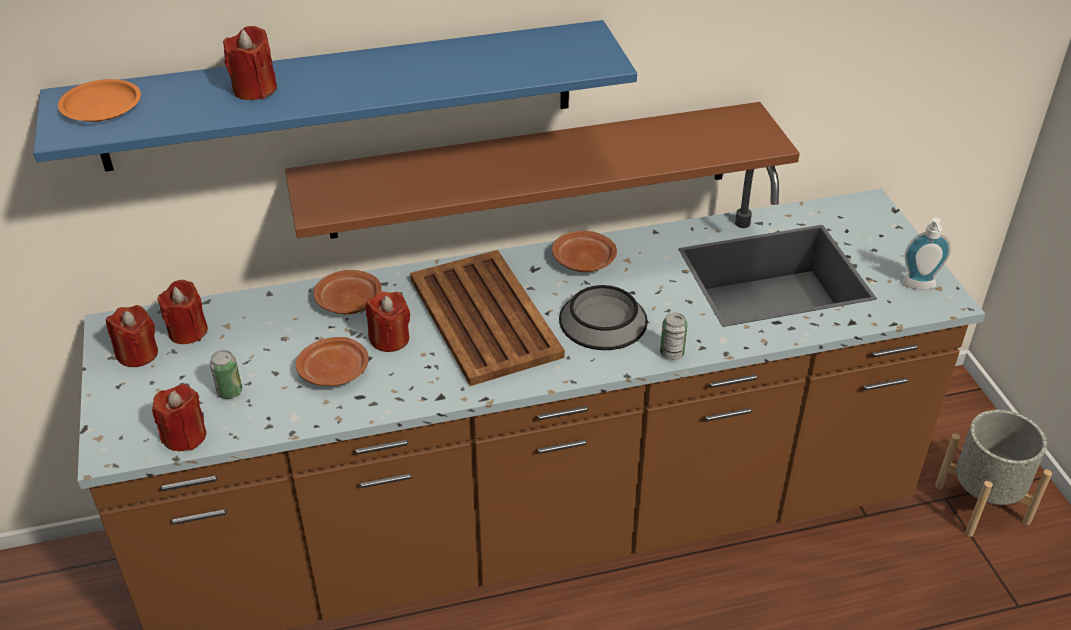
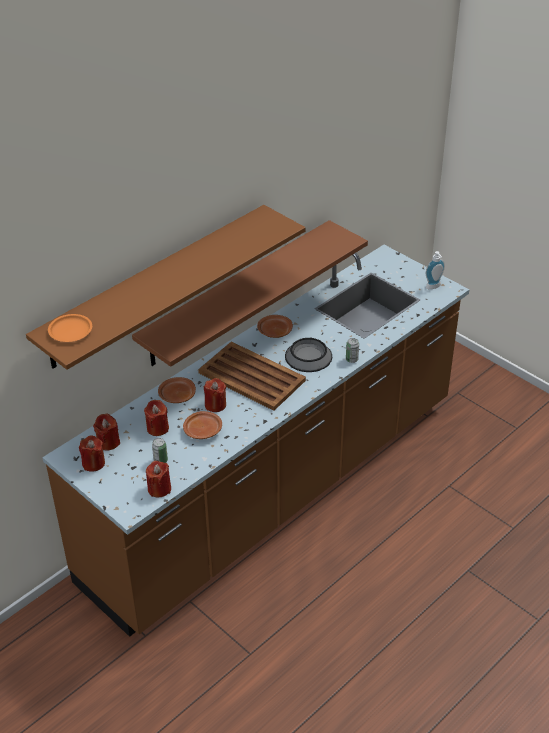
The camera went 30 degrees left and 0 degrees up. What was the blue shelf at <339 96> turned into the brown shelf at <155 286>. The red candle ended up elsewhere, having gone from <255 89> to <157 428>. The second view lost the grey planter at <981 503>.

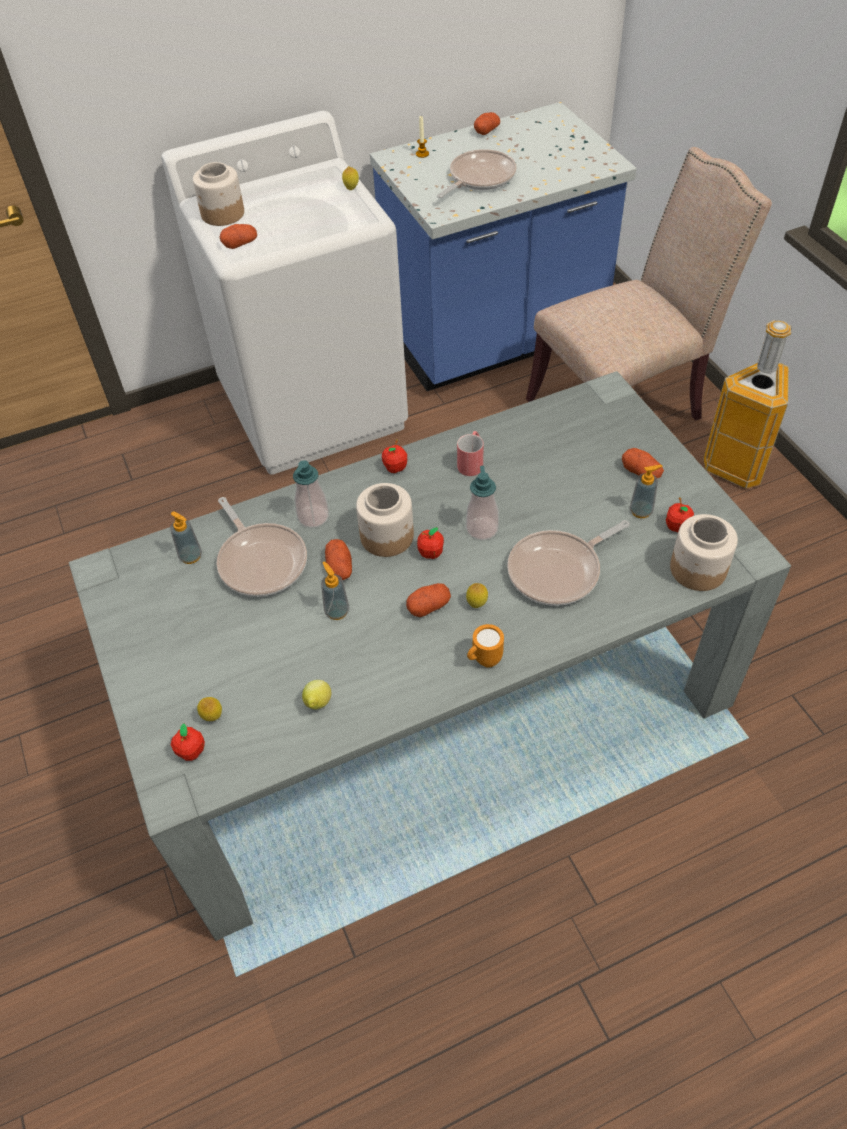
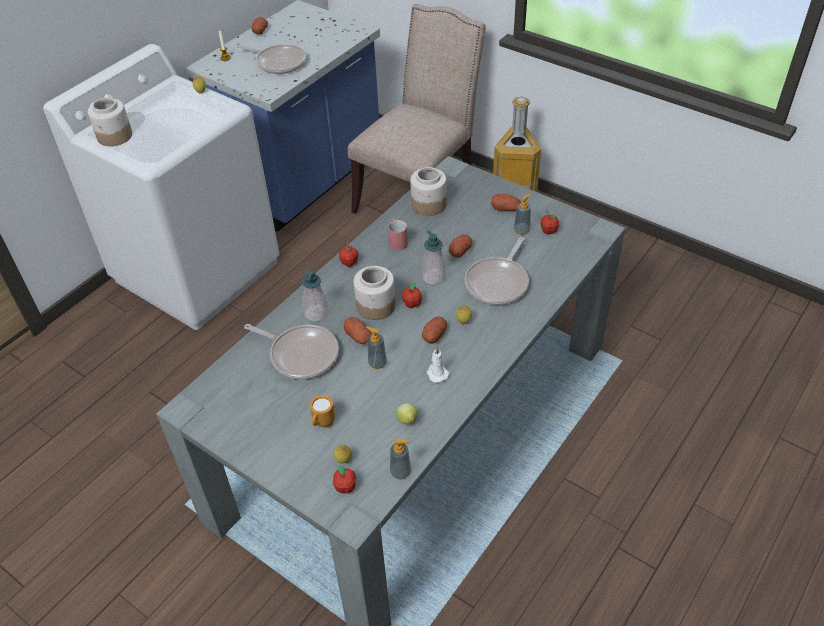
The camera went 30 degrees left and 5 degrees down. The frying pan at <479 178> ended up facing another way, 105 degrees clockwise from before. The potato ended up elsewhere, having gone from <240 244> to <460 251>. The soap dispenser ended up elsewhere, having gone from <191 556> to <400 472>. The jar ended up elsewhere, having gone from <697 568> to <428 204>. The orange mug ended up elsewhere, having gone from <483 661> to <322 424>. The second view gained the white candle at <437 373>.

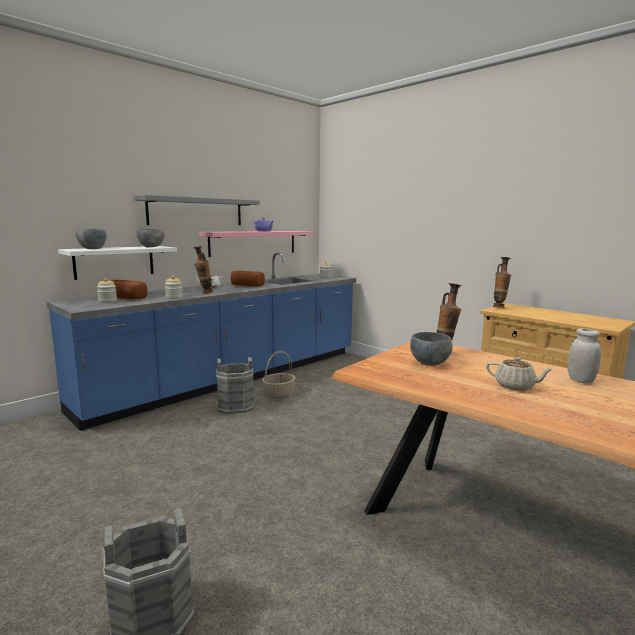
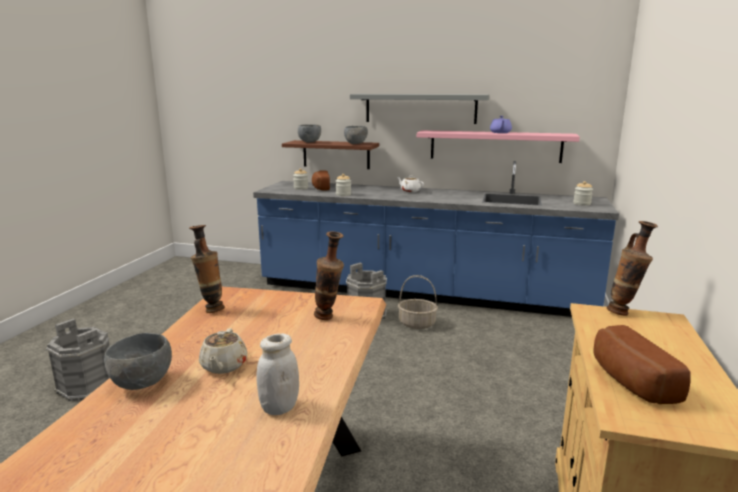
The camera went 60 degrees right and 5 degrees up. What was the white shelf at <114 262> turned into the brown shelf at <336 154>. The vase ended up elsewhere, having gone from <204 293> to <211 309>. The bread ended up elsewhere, having gone from <246 285> to <628 381>. The grey bowl ended up elsewhere, having gone from <429 363> to <143 383>.

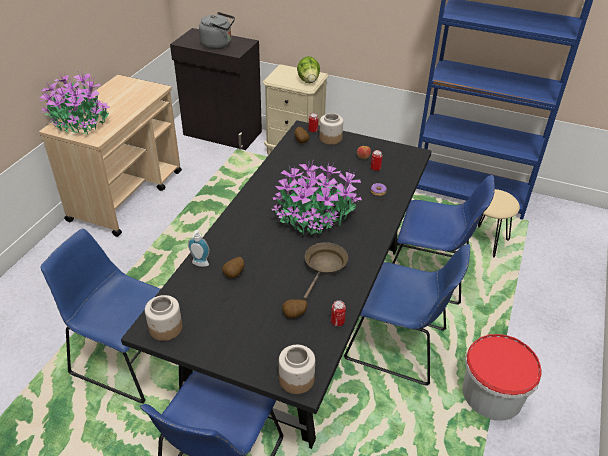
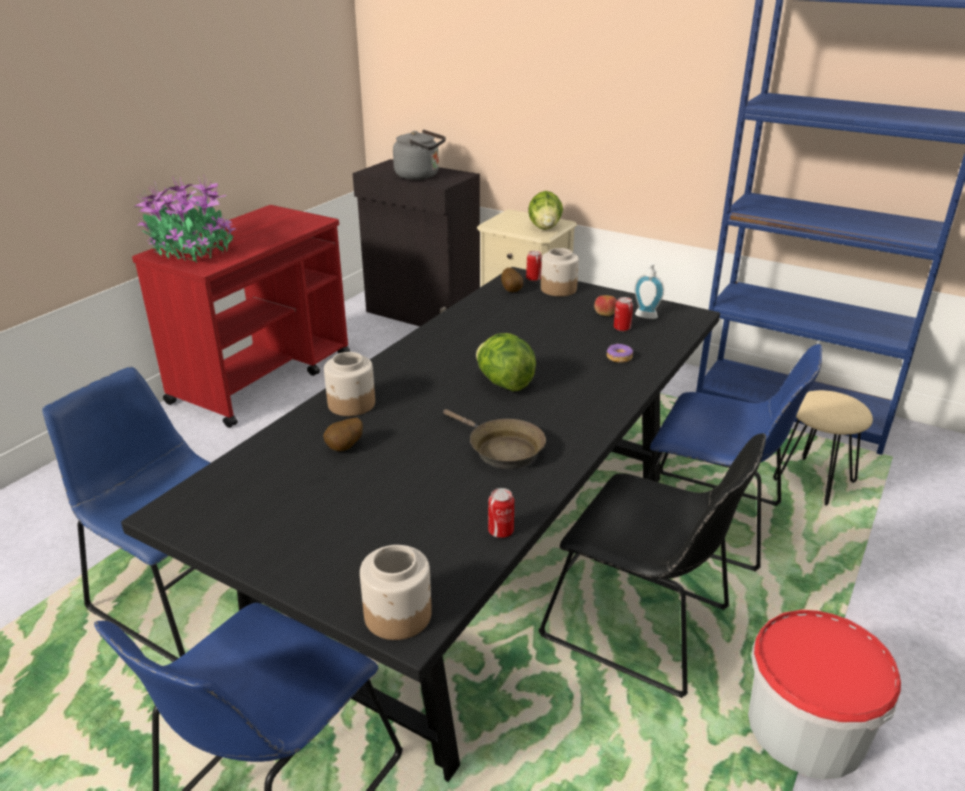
The camera went 10 degrees right and 10 degrees down. What was the beige cart at <127 195> turned into the red cart at <263 377>. Where the potted plant stood at <314 218>, the lettuce came to stand at <504 383>. The soap dispenser ended up elsewhere, having gone from <199 265> to <645 317>. The brown frying pan at <324 266> ended up facing another way, 105 degrees clockwise from before. What was the blue chair at <400 346> turned into the black chair at <643 627>. The jar ended up elsewhere, having gone from <165 328> to <351 404>. The second view lost the potato at <294 315>.

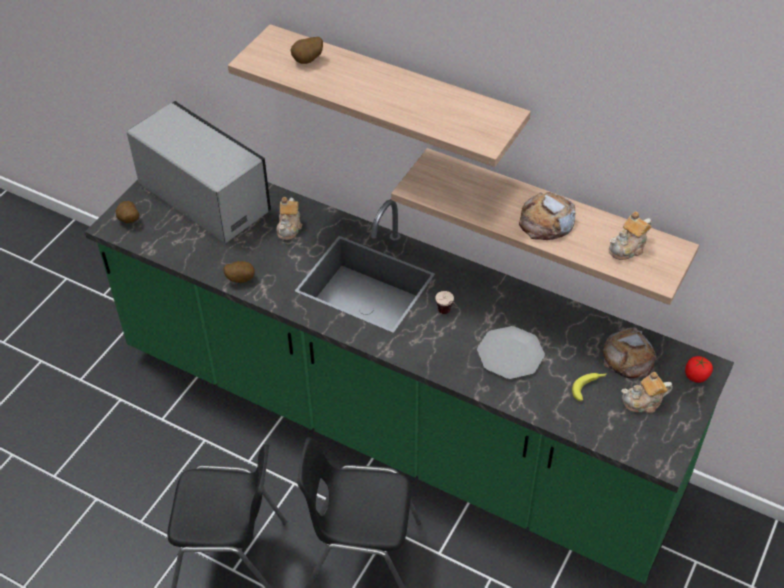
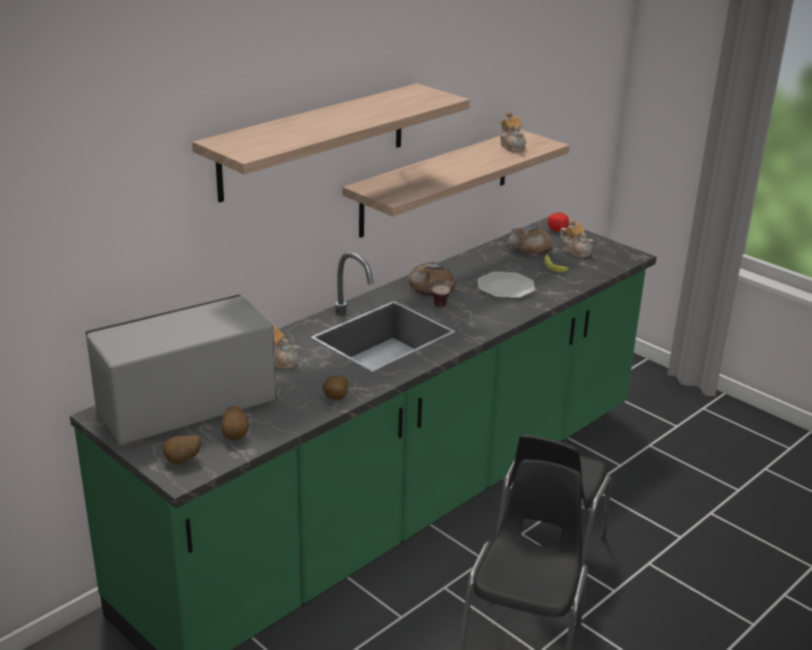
The camera went 75 degrees left and 20 degrees down. The potato ended up elsewhere, having gone from <308 61> to <236 436>. The bread ended up elsewhere, having gone from <546 221> to <431 286>. The teapot at <643 402> ended up facing another way, 45 degrees counterclockwise from before.

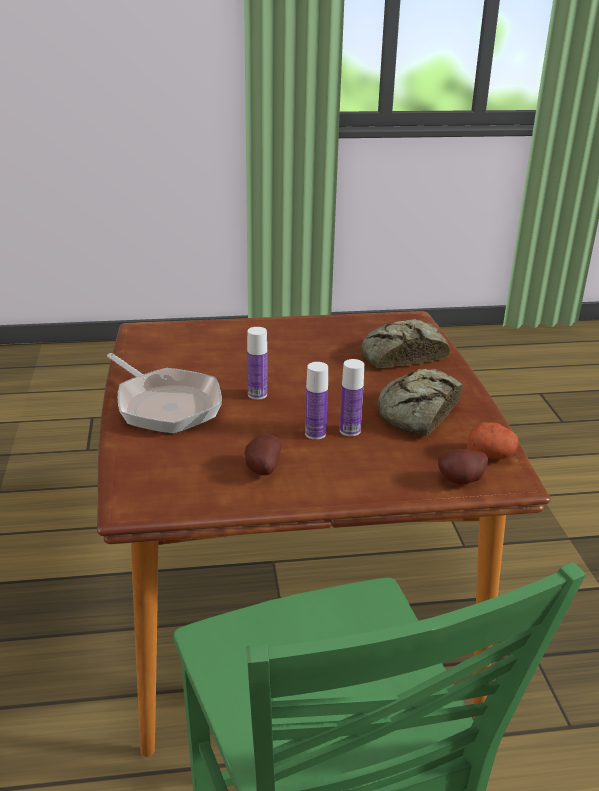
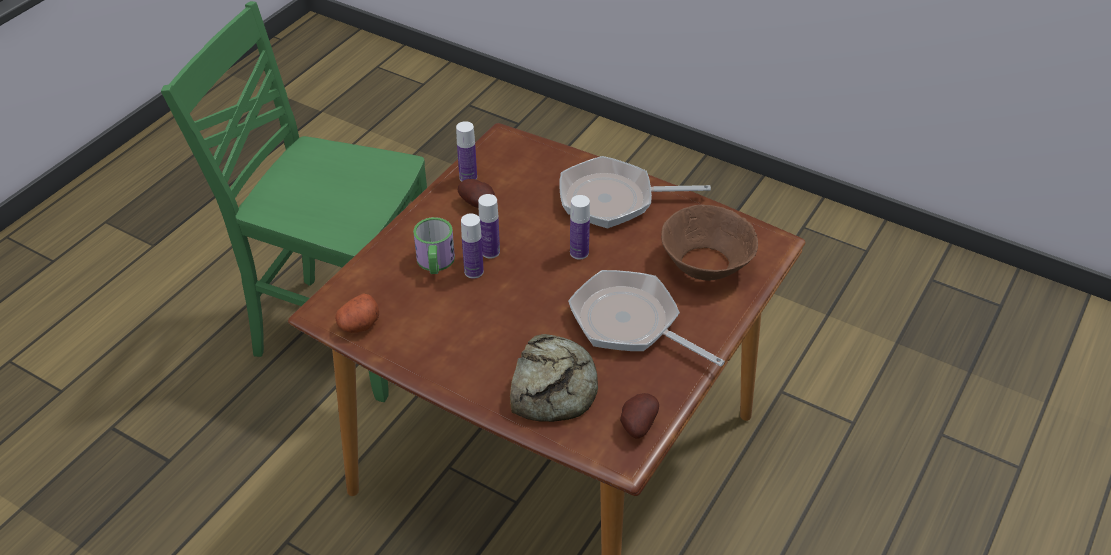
The camera went 130 degrees right and 15 degrees up. The second view lost the bread at <418 412>. The potato ended up elsewhere, having gone from <462 482> to <636 425>. The second view gained the bottle at <468 178>. The second view gained the brown bowl at <706 265>. The second view gained the mug at <435 263>. The second view gained the frying pan at <630 323>.

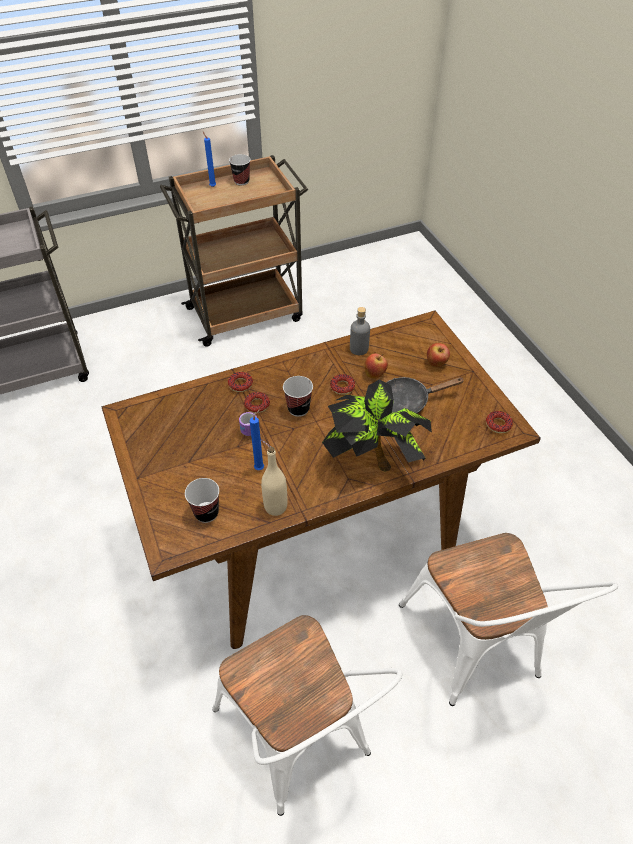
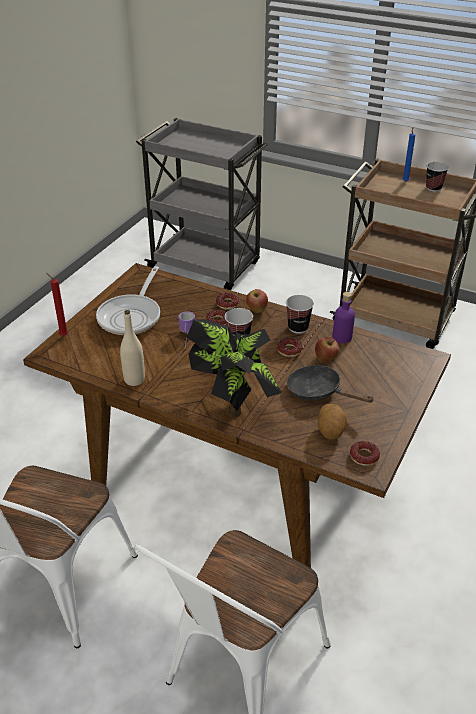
The camera went 50 degrees right and 10 degrees down. What was the grey bottle at <359 349> turned into the purple bottle at <342 337>. The apple ended up elsewhere, having gone from <436 363> to <256 310>. The second view lost the blue candle at <260 468>. The cup ended up elsewhere, having gone from <206 513> to <298 327>. The second view gained the frying pan at <132 316>. The second view gained the red candle at <62 335>. The second view gained the potato at <331 431>.

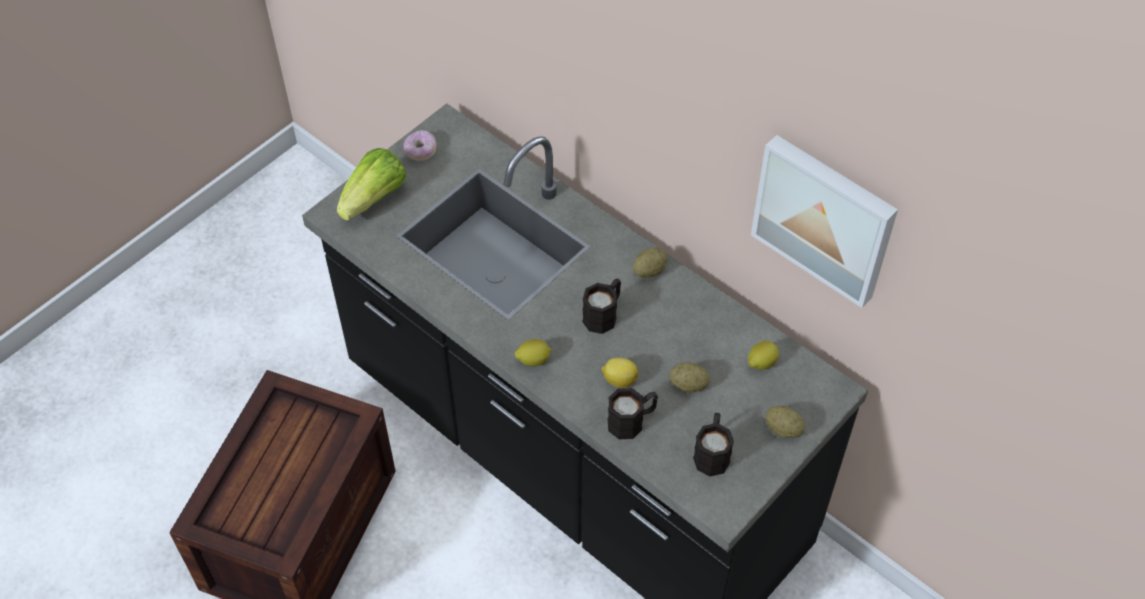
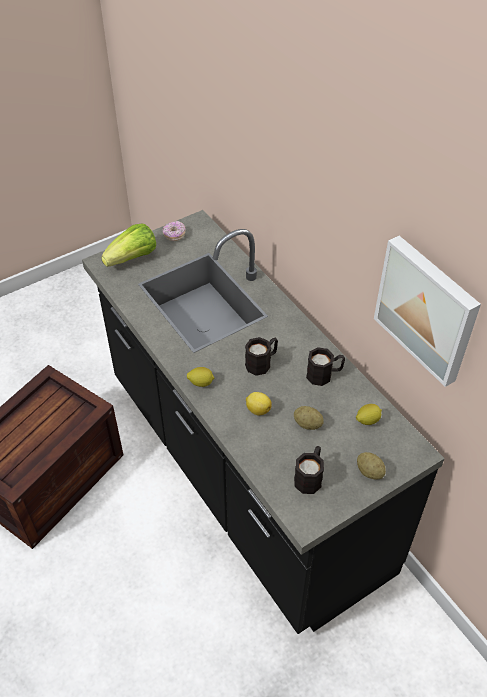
The camera went 15 degrees right and 5 degrees down. The second view lost the potato at <649 271>. The black mug ended up elsewhere, having gone from <632 421> to <324 375>.

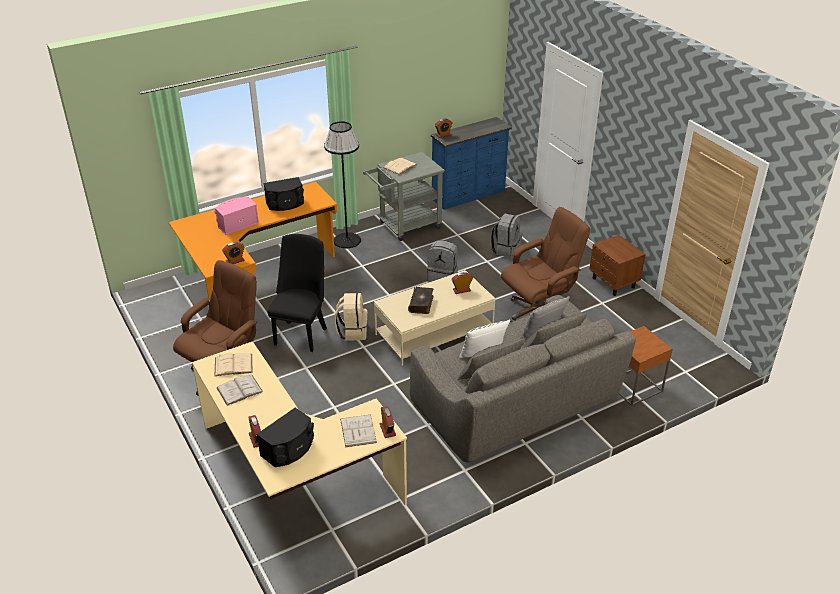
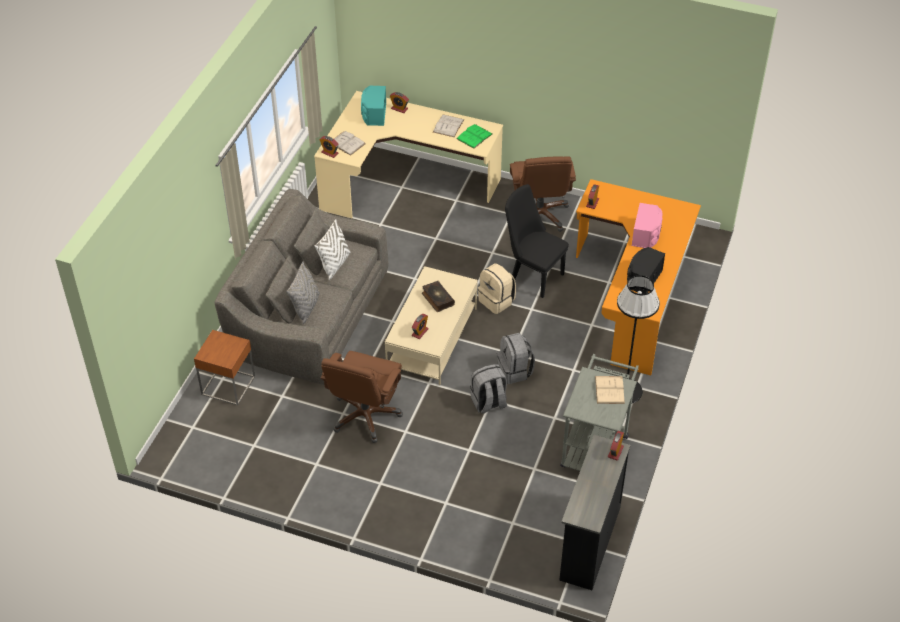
The camera went 140 degrees right and 10 degrees up. What was the blue dresser at <469 195> turned into the black dresser at <588 543>. The grey backpack ended up elsewhere, having gone from <505 249> to <515 371>. The black chair at <302 333> ended up facing another way, 150 degrees clockwise from before. The second view lost the brown nightstand at <613 283>. What was the beige book at <233 365> turned into the green book at <474 136>. What was the black speaker at <289 449> turned into the turquoise speaker at <374 114>.

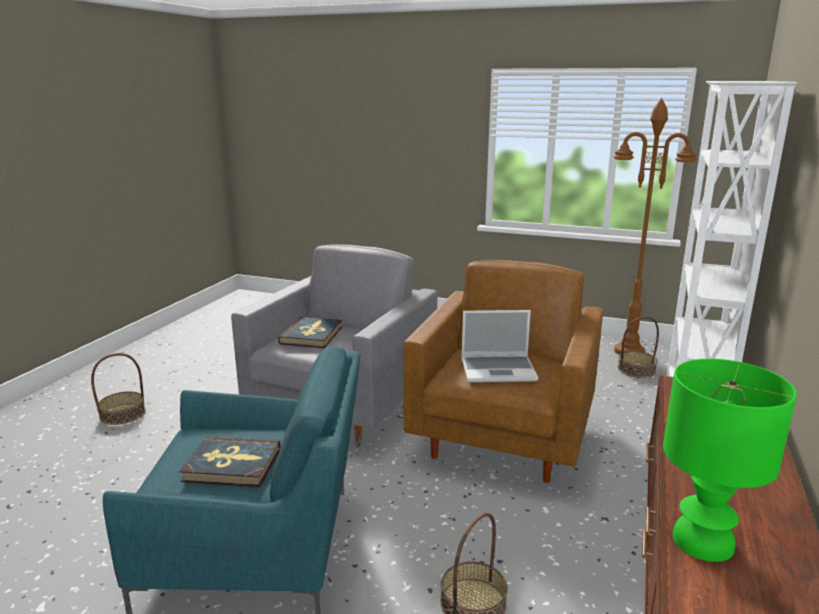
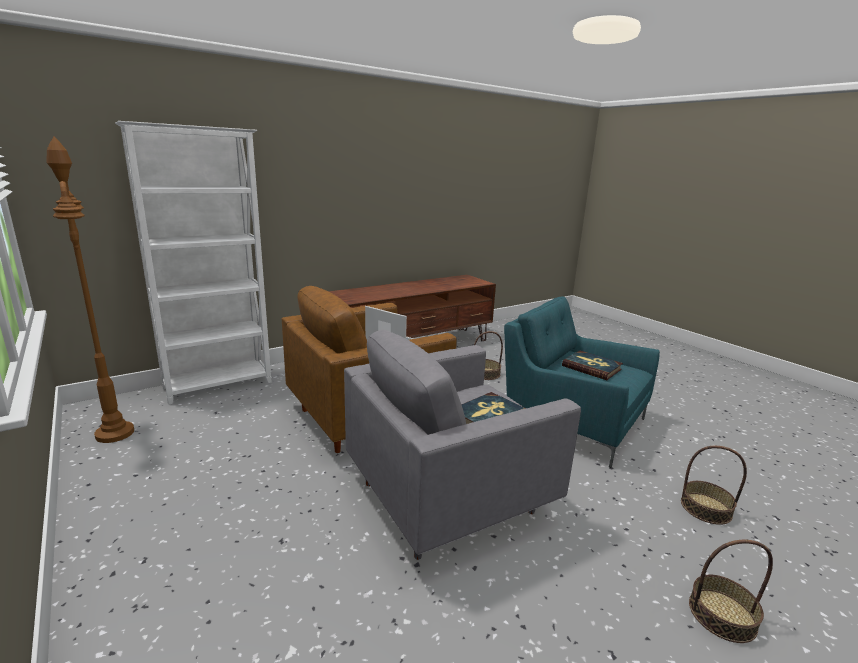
The camera went 145 degrees left and 0 degrees up. The basket ended up elsewhere, having gone from <636 370> to <706 508>. The second view lost the green table lamp at <702 540>.

